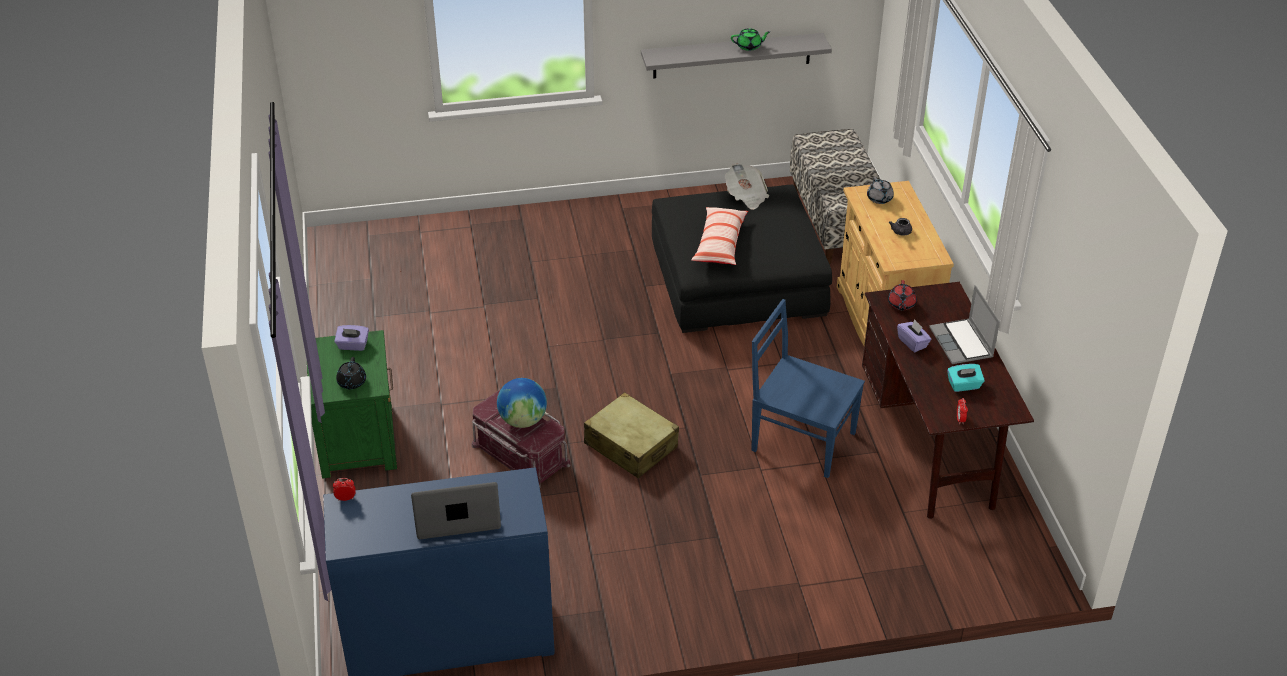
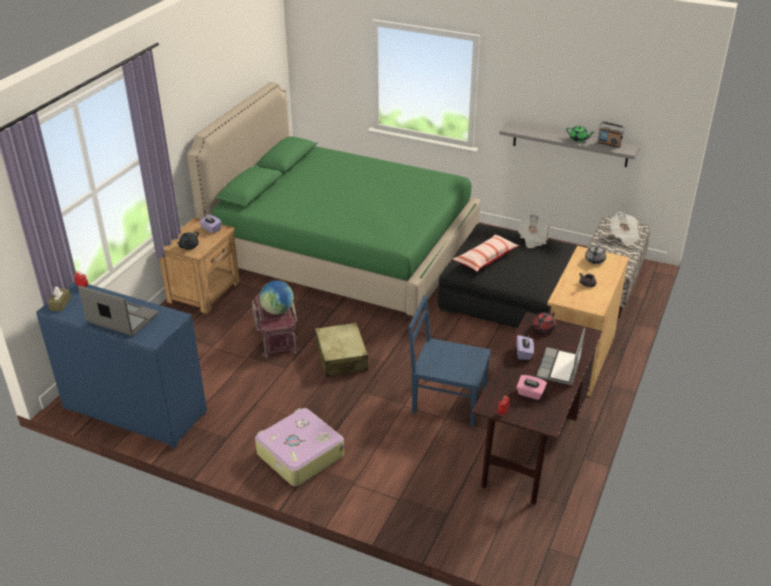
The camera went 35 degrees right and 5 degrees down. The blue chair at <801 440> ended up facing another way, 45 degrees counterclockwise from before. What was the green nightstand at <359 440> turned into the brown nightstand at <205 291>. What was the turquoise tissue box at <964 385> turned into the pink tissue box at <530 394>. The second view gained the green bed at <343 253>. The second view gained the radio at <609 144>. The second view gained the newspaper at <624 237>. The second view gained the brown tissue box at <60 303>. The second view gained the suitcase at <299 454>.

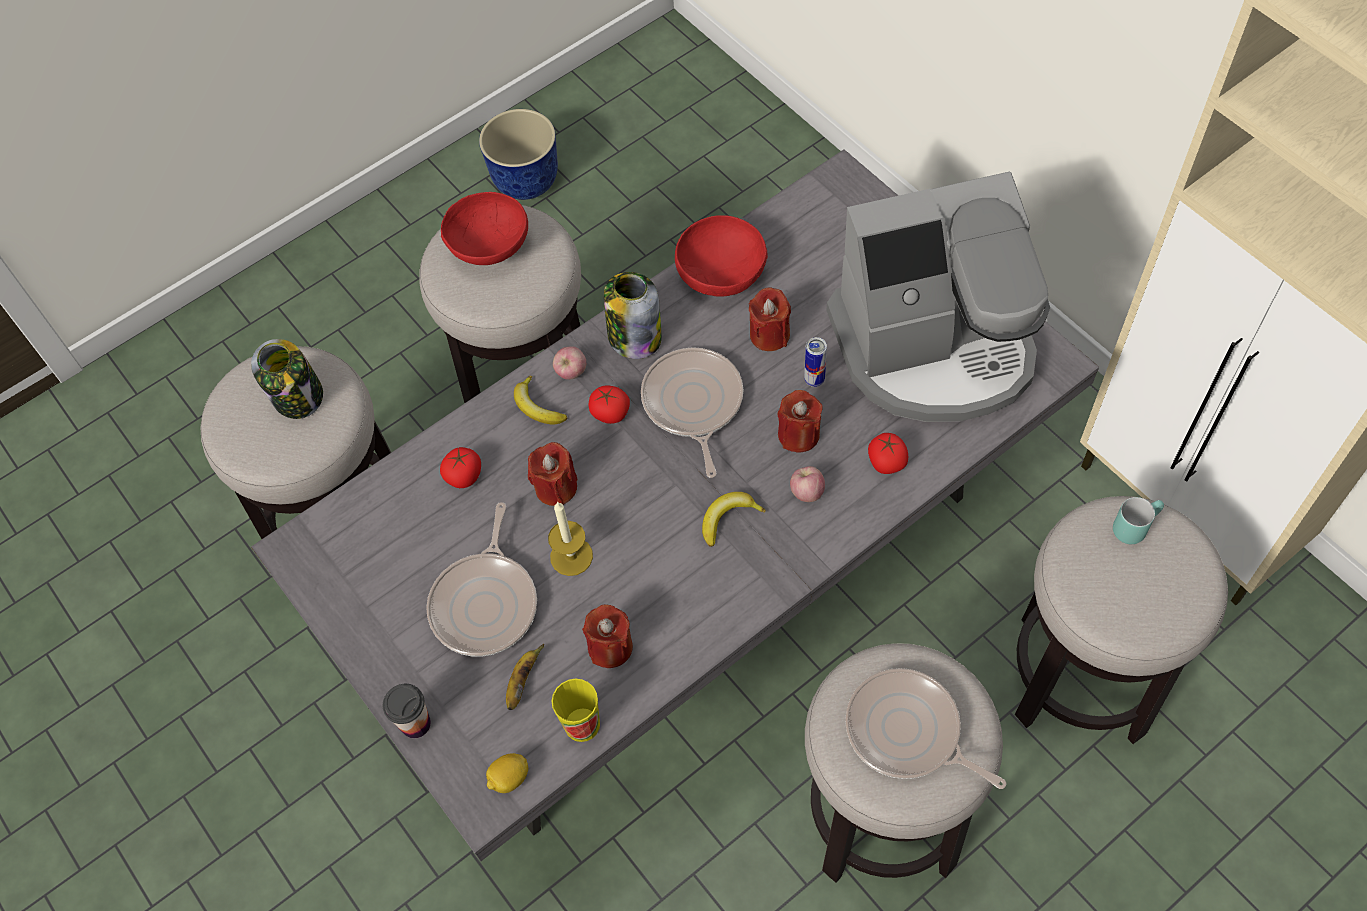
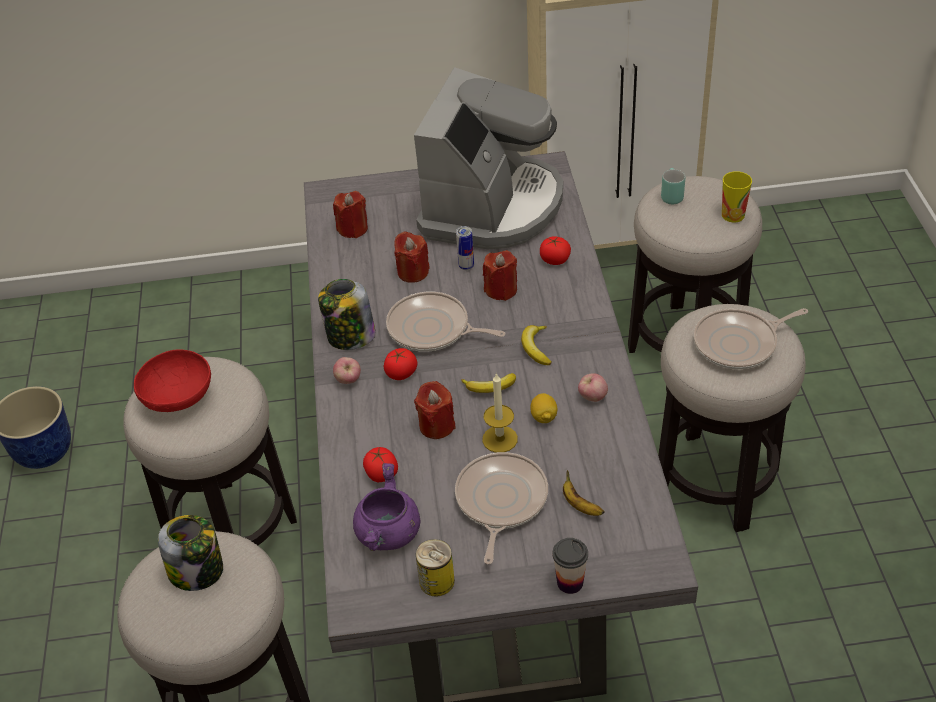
The camera went 60 degrees left and 15 degrees down. The second view lost the red bowl at <722 273>. The banana ended up elsewhere, having gone from <537 407> to <490 388>. The apple ended up elsewhere, having gone from <807 492> to <592 397>. The frying pan at <486 603> ended up facing another way, 120 degrees counterclockwise from before. The red candle ended up elsewhere, having gone from <610 647> to <353 229>. The cup ended up elsewhere, having gone from <582 724> to <733 215>. The lemon ended up elsewhere, having gone from <509 778> to <543 417>. The second view gained the purple cooking pot at <388 534>. The second view gained the can at <437 581>.

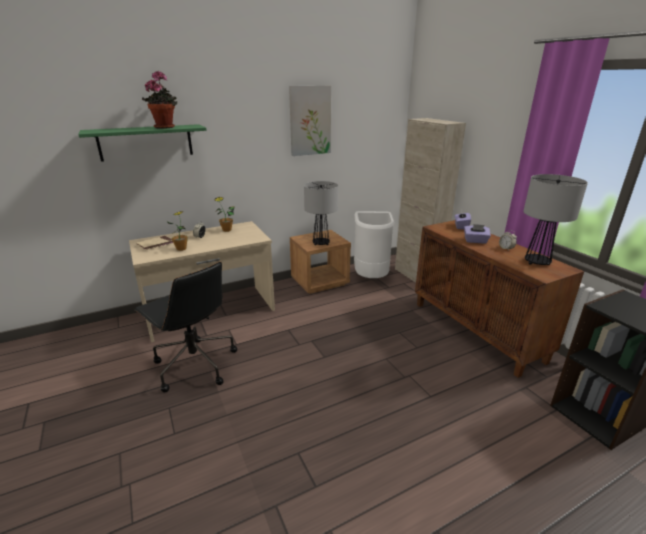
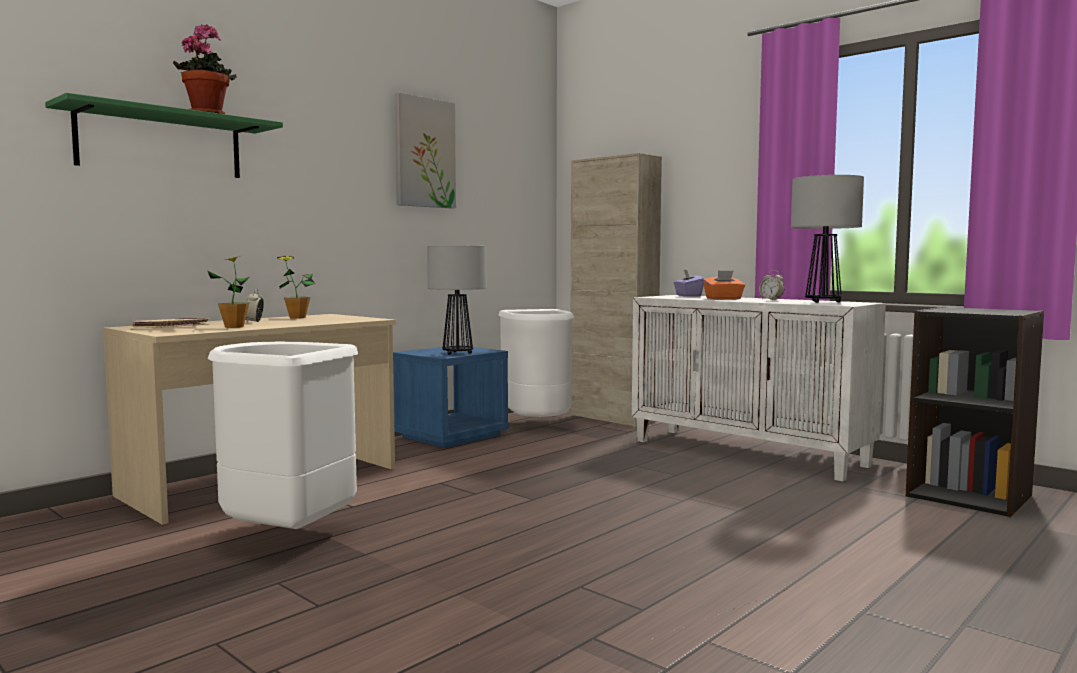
The camera went 20 degrees left and 20 degrees down. What was the brown cabinet at <476 331> turned into the white cabinet at <749 453>. What was the purple tissue box at <475 241> turned into the orange tissue box at <723 299>. What was the brown nightstand at <320 281> turned into the blue nightstand at <451 436>. Where the black office chair stood at <194 364>, the white trash can came to stand at <286 535>.

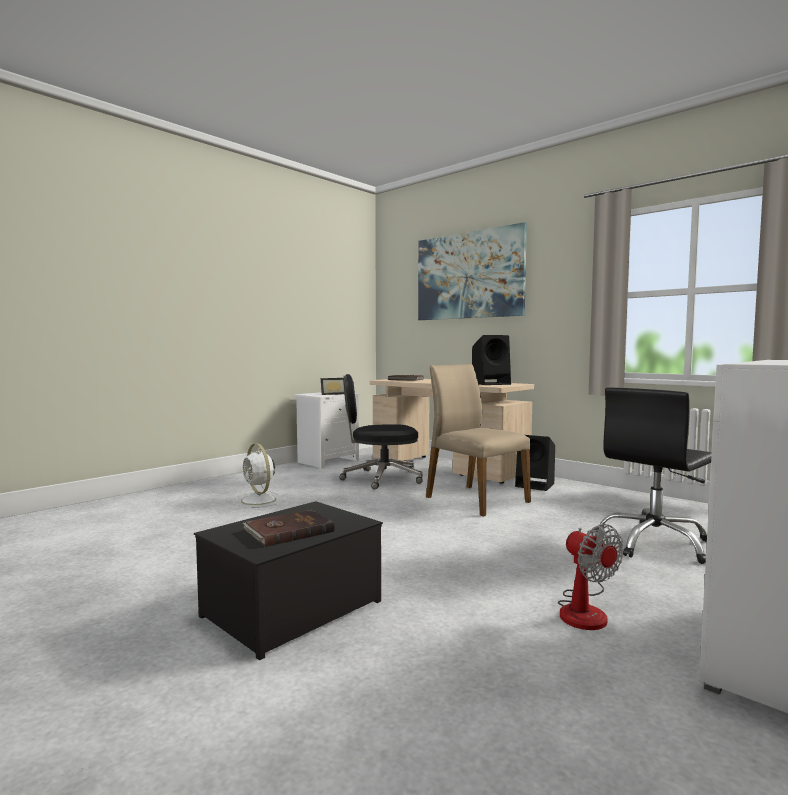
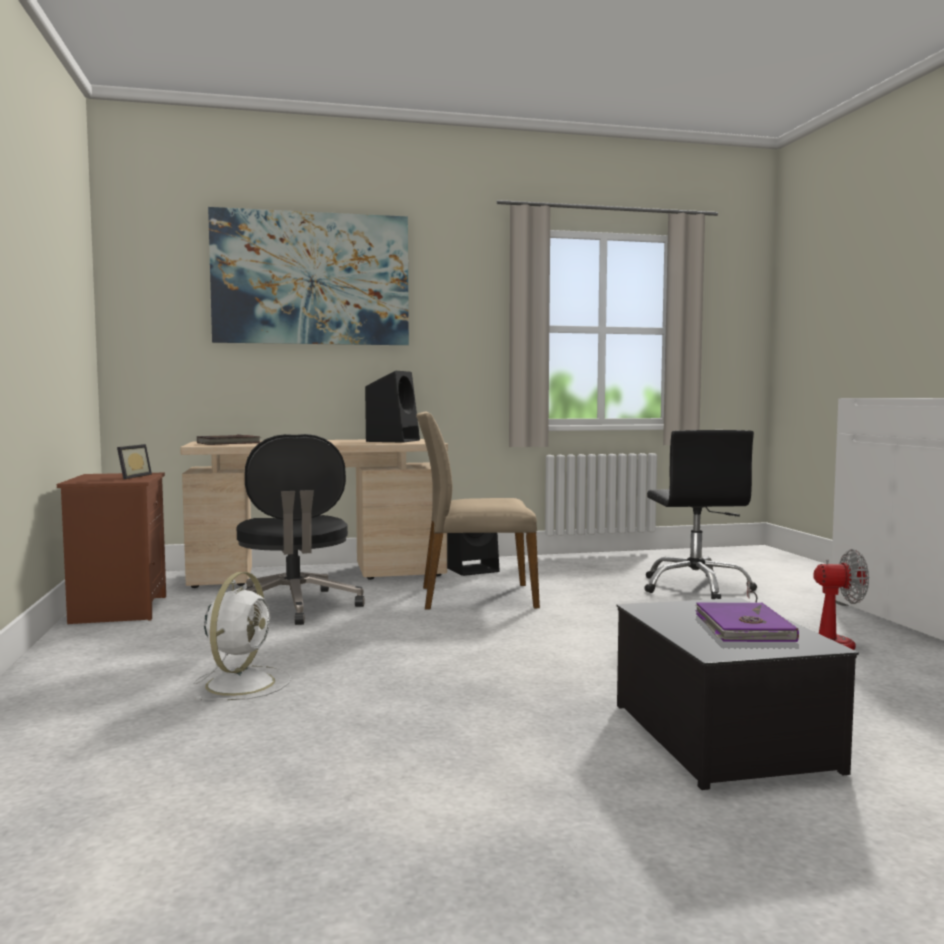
The camera went 55 degrees left and 0 degrees up. The black office chair at <380 478> ended up facing another way, 45 degrees counterclockwise from before. What was the white nightstand at <328 461> turned into the brown nightstand at <118 609>. The white fan at <259 500> ended up facing another way, 75 degrees counterclockwise from before. What was the brown book at <288 531> turned into the purple book at <742 627>.

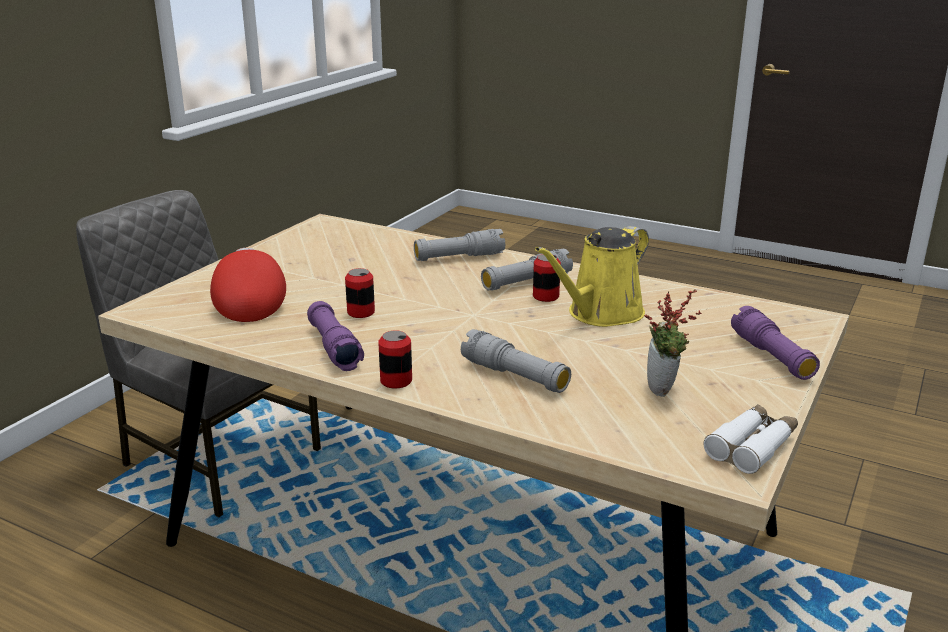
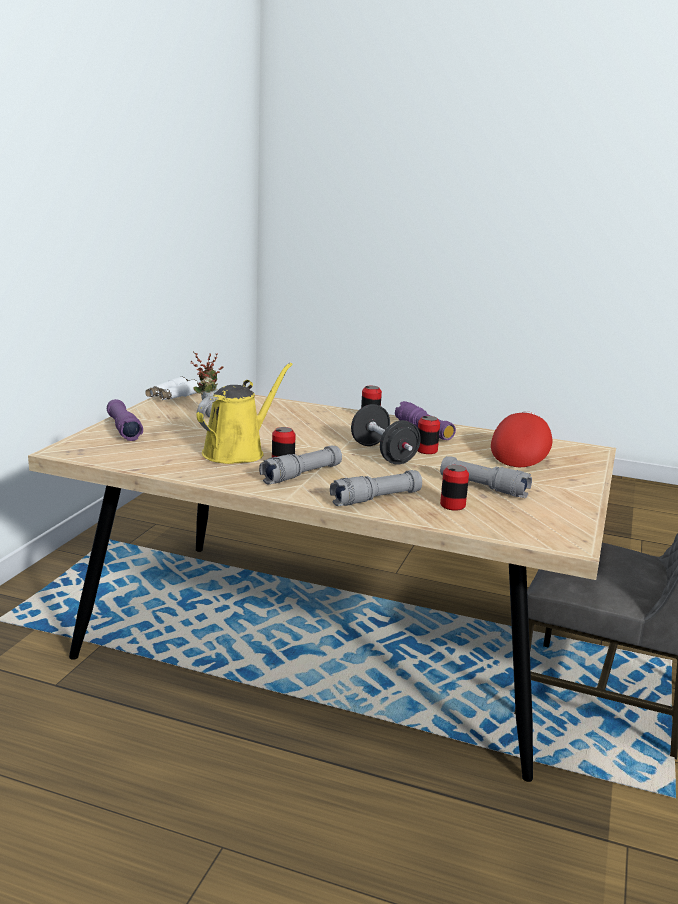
The camera went 170 degrees right and 5 degrees down. The red cap at <249 303> ended up facing another way, 135 degrees counterclockwise from before. The grey flashlight ended up elsewhere, having gone from <515 376> to <483 487>. The second view gained the black dumbbell at <383 454>. The second view gained the can at <452 505>.

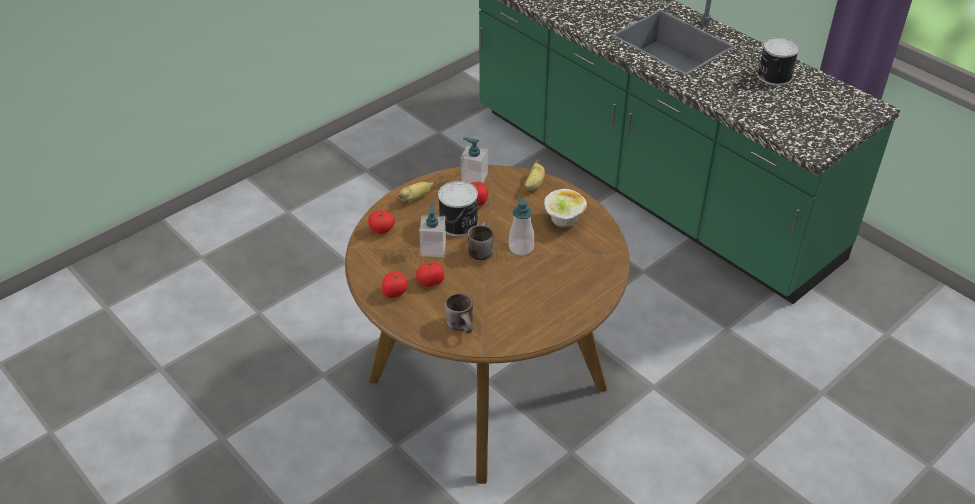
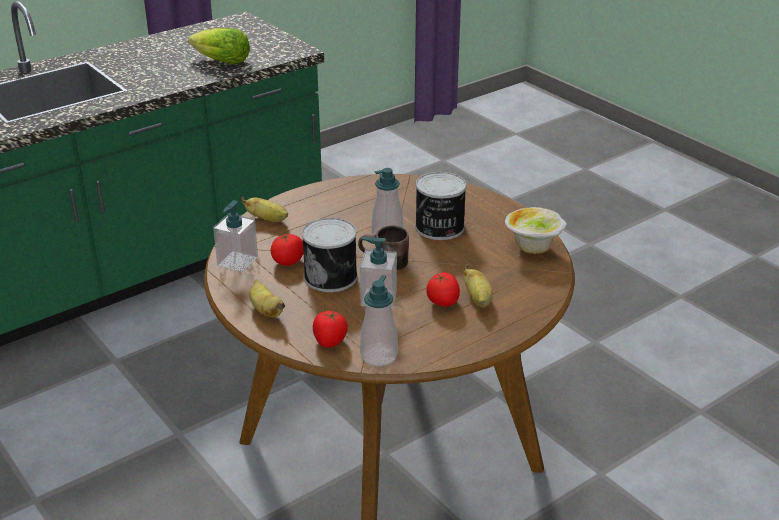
The camera went 85 degrees left and 10 degrees down. The can ended up elsewhere, having gone from <773 76> to <439 228>. The bowl ended up elsewhere, having gone from <563 221> to <533 249>. The second view lost the tomato at <395 292>. The second view lost the brown mug at <464 325>. The second view gained the lettuce at <221 62>. The second view gained the banana at <478 299>. The second view gained the soap dispenser at <379 356>.

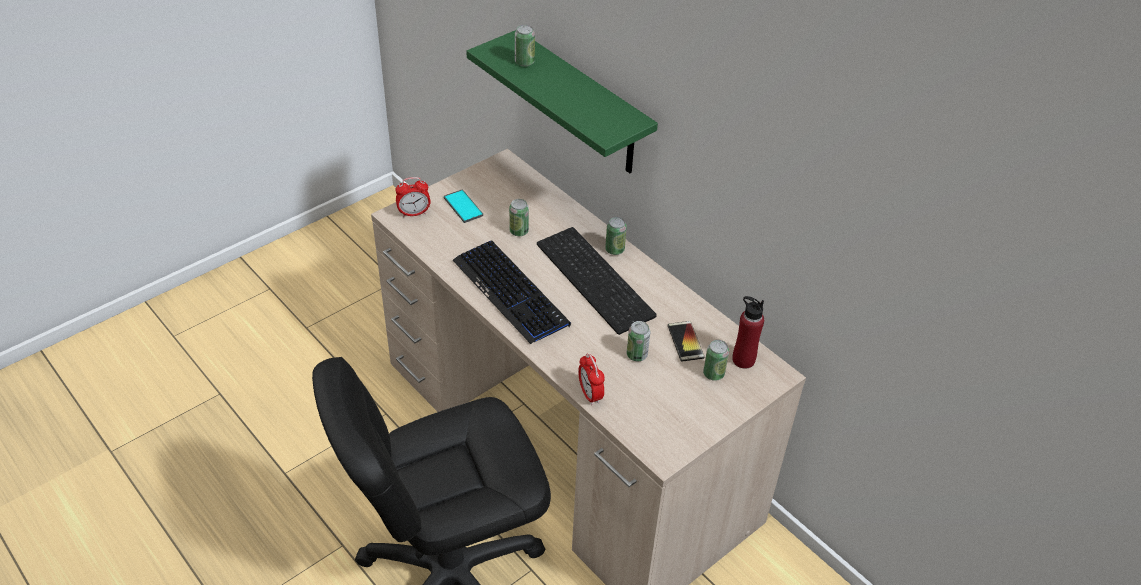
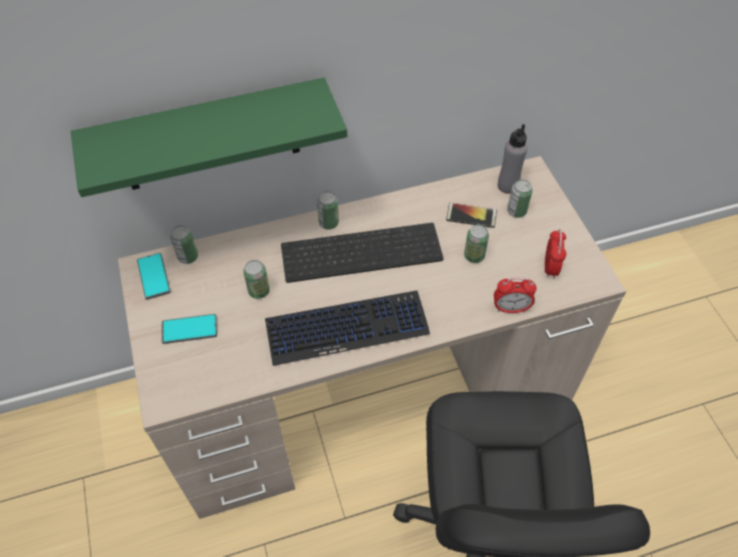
The camera went 65 degrees left and 10 degrees up. The can ended up elsewhere, having gone from <524 62> to <188 257>. The alarm clock ended up elsewhere, having gone from <414 213> to <550 267>. What was the red bottle at <743 360> turned into the grey bottle at <507 186>. The second view gained the phone at <154 276>.

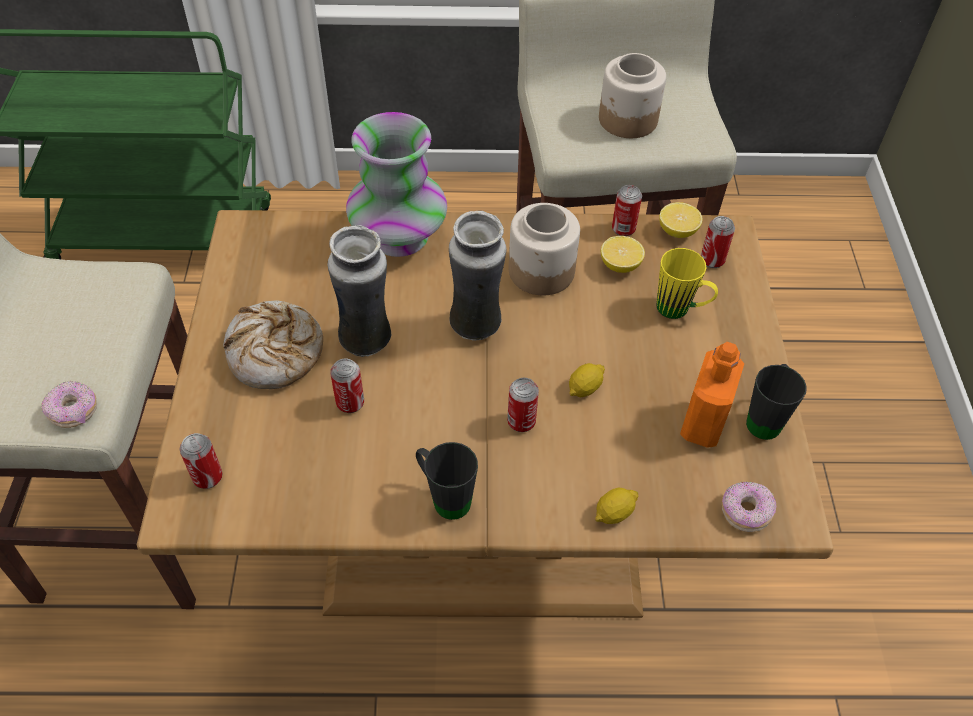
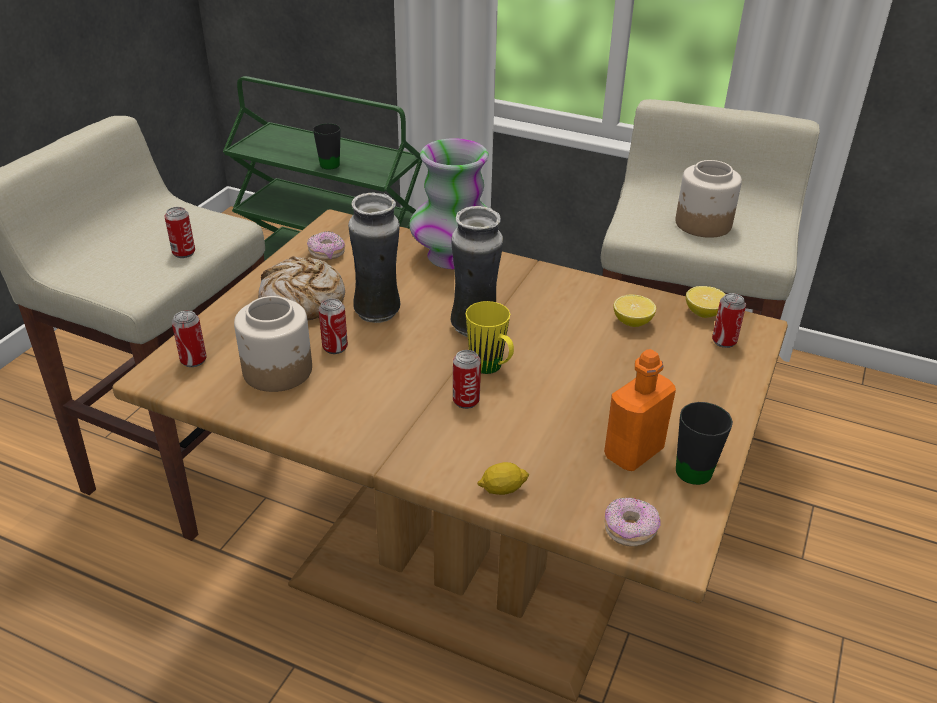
The camera went 25 degrees right and 15 degrees down. The can ended up elsewhere, having gone from <623 229> to <184 253>. The jar ended up elsewhere, having gone from <542 271> to <278 370>. The yellow mug ended up elsewhere, having gone from <680 310> to <491 369>. The second view lost the lemon at <584 388>. The donut ended up elsewhere, having gone from <74 411> to <327 254>. The black mug ended up elsewhere, having gone from <444 497> to <328 163>.

